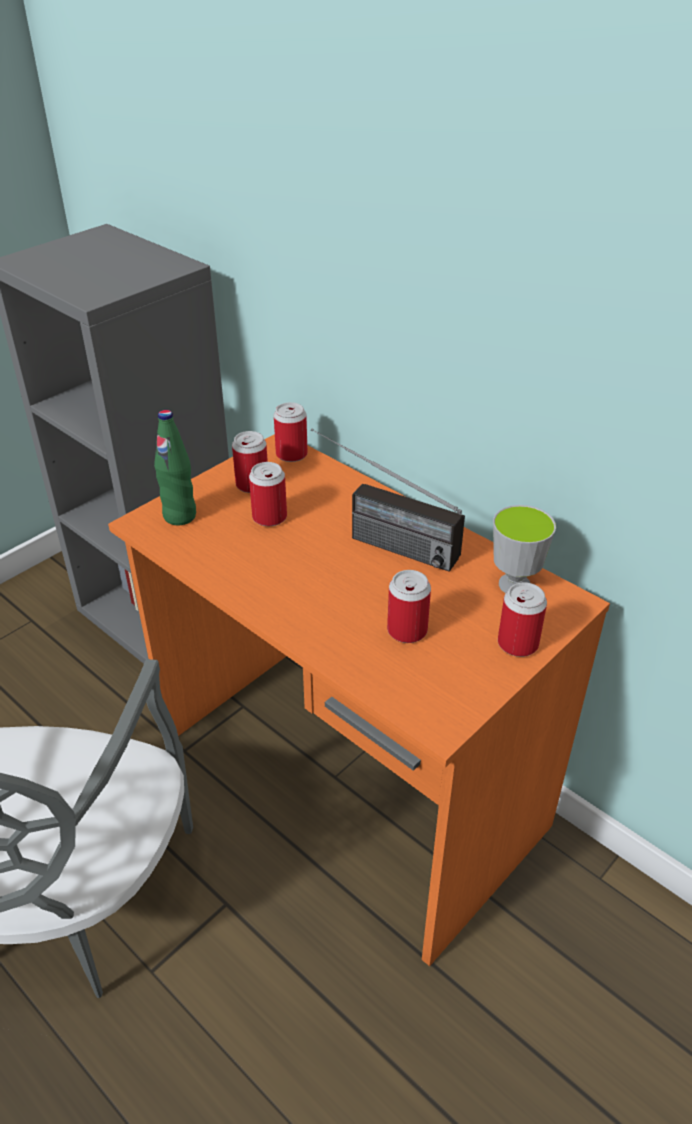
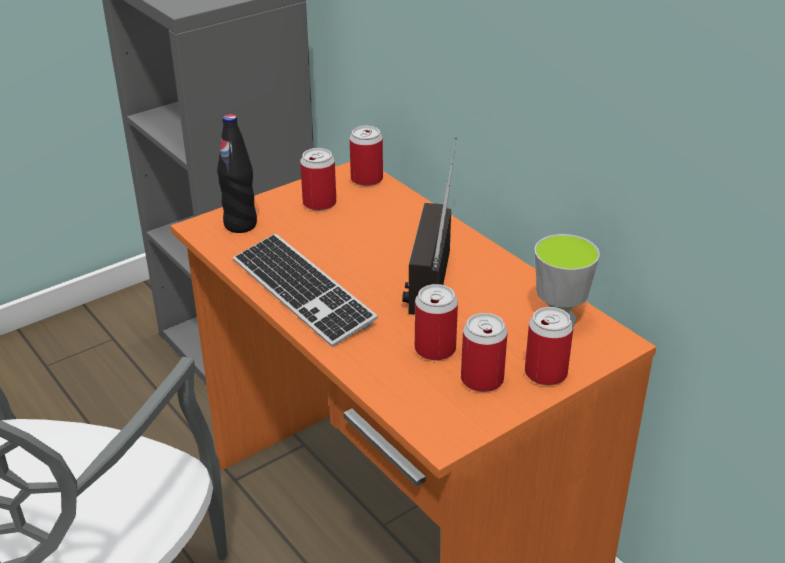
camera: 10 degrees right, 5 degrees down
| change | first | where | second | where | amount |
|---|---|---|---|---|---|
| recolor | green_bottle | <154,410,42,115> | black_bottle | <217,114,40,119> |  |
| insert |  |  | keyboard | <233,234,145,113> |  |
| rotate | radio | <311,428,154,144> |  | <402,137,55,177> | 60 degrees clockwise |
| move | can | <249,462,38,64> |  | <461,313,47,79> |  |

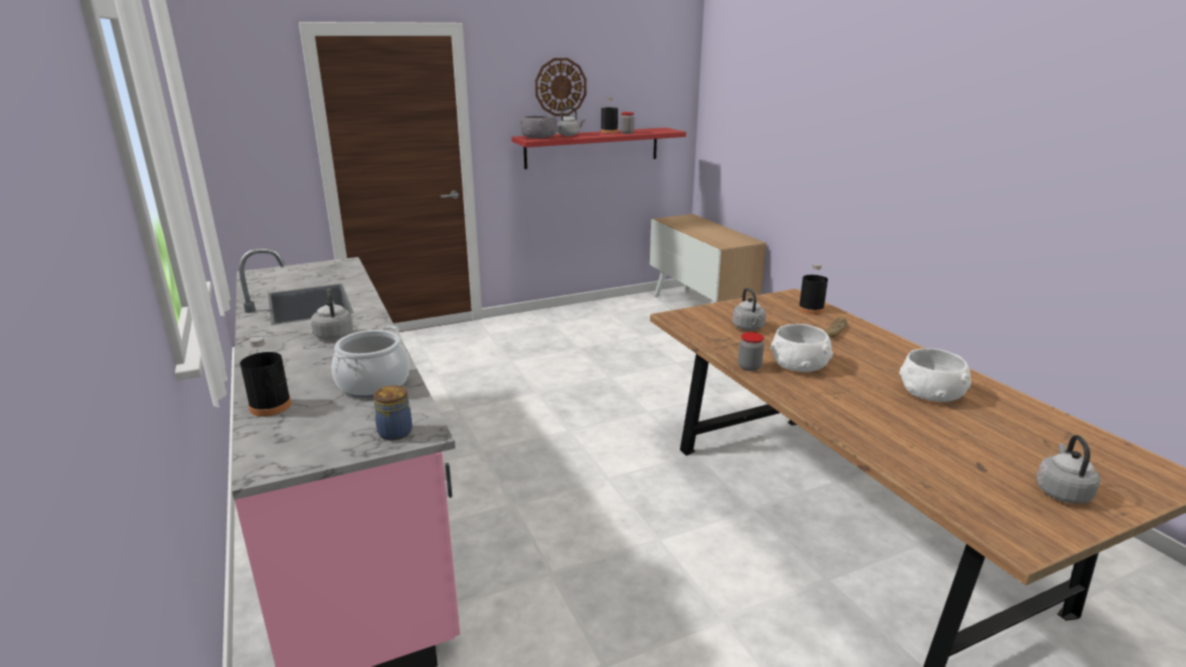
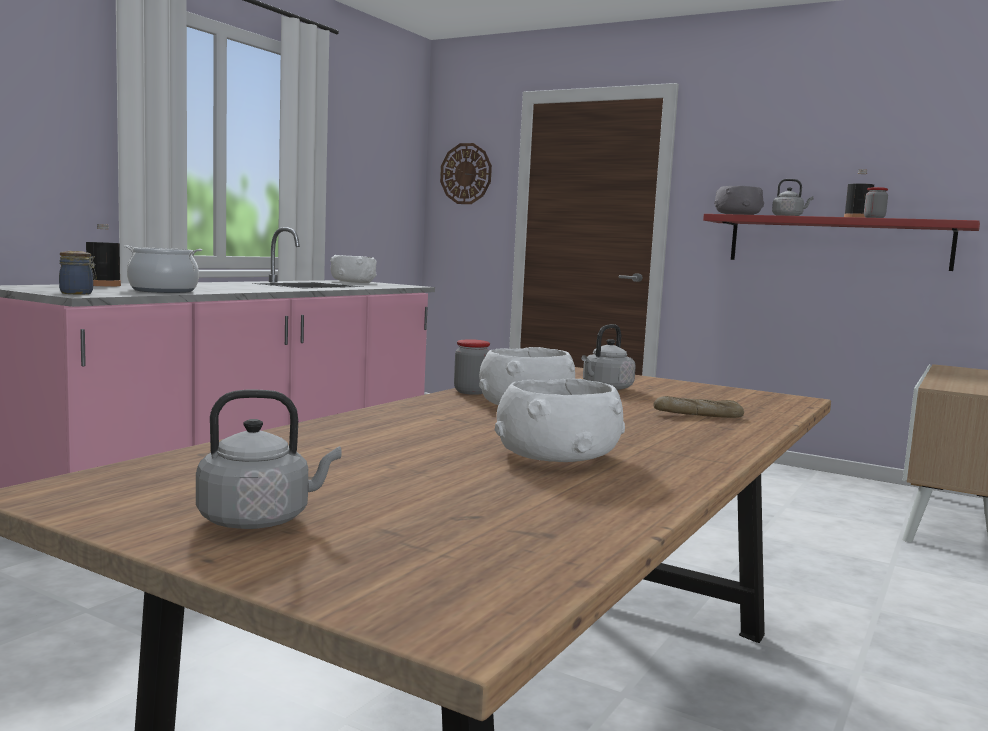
camera: 55 degrees right, 15 degrees down
| change | first | where | second | where | amount |
|---|---|---|---|---|---|
| insert |  |  | white_bowl | <330,255,47,28> |  |
| move | wall_clock | <535,58,51,58> |  | <440,143,52,61> |  |
| delete | grey_kettle | <311,289,42,51> |  |  |  |
| delete | black_bottle | <798,263,30,52> |  |  |  |

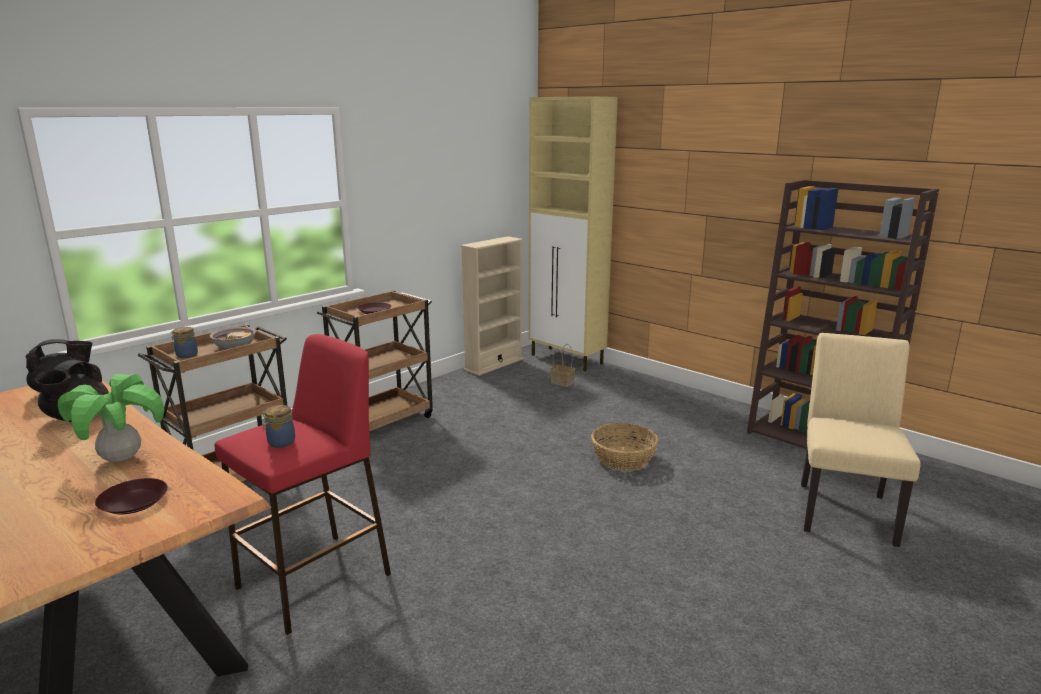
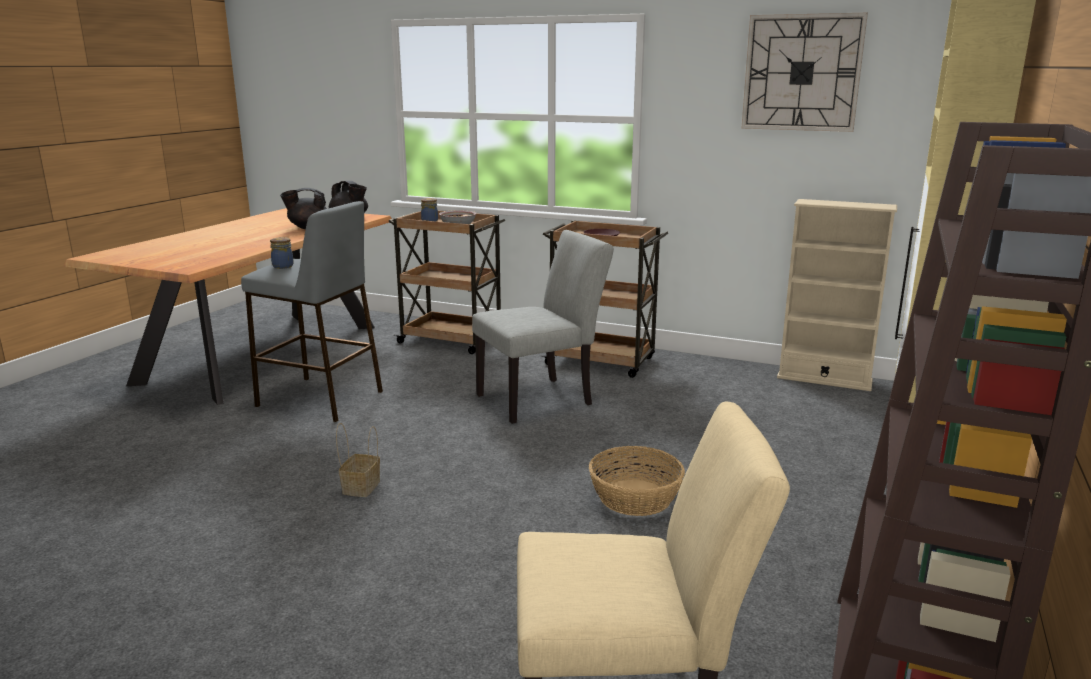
camera: 70 degrees right, 0 degrees up
| change | first | where | second | where | amount |
|---|---|---|---|---|---|
| recolor | red_stool | <215,334,176,301> | grey_stool | <241,201,142,221> |  |
| move | basket | <550,344,25,43> |  | <336,423,44,74> |  |
| insert |  |  | grey_chair | <472,230,142,194> |  |
| insert |  |  | wall_clock | <741,13,127,119> |  |
| delete | potted_plant | <58,374,106,88> |  |  |  |
| delete | brown_plate | <95,478,73,36> |  |  |  |

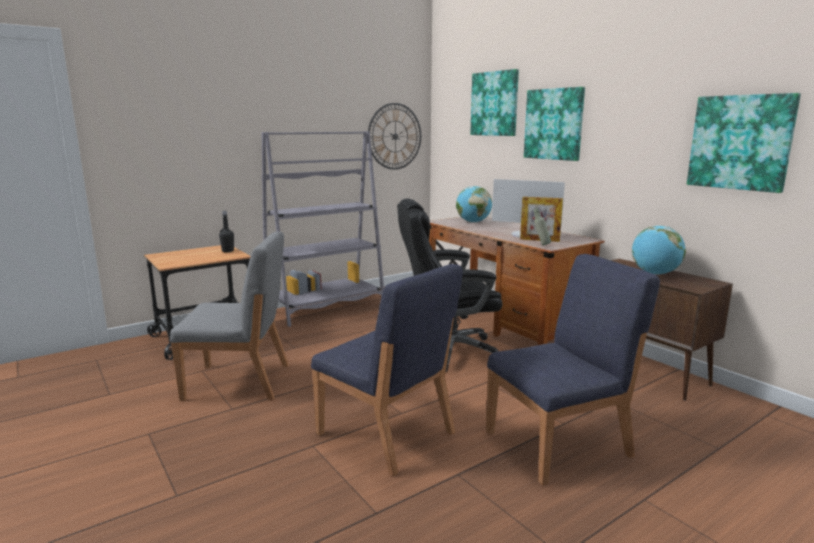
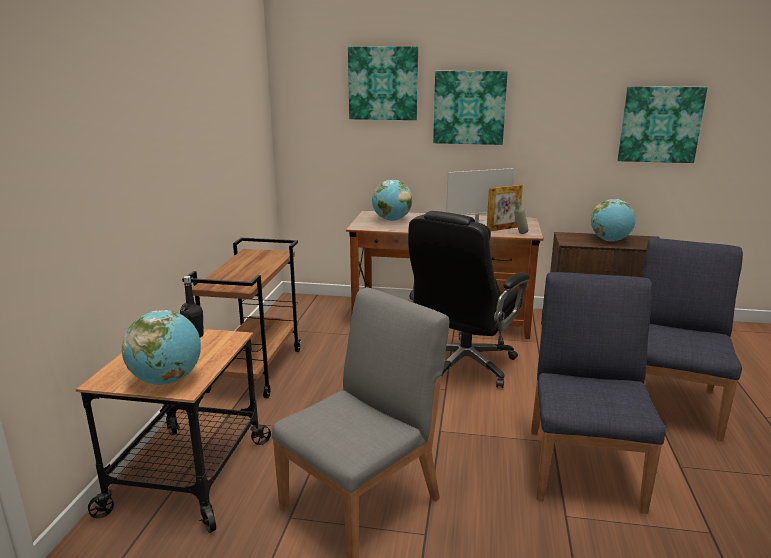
camera: 45 degrees left, 5 degrees up
| change | first | where | second | where | amount |
|---|---|---|---|---|---|
| insert |  |  | globe | <122,310,79,75> |  |
| replace | grey_bookcase | <262,131,122,196> | brown_cart | <182,238,119,160> |  |
| rotate | blue_chair | <311,264,152,212> |  | <531,272,135,242> | 75 degrees counterclockwise |
| delete | wall_clock | <368,103,53,67> |  |  |  |

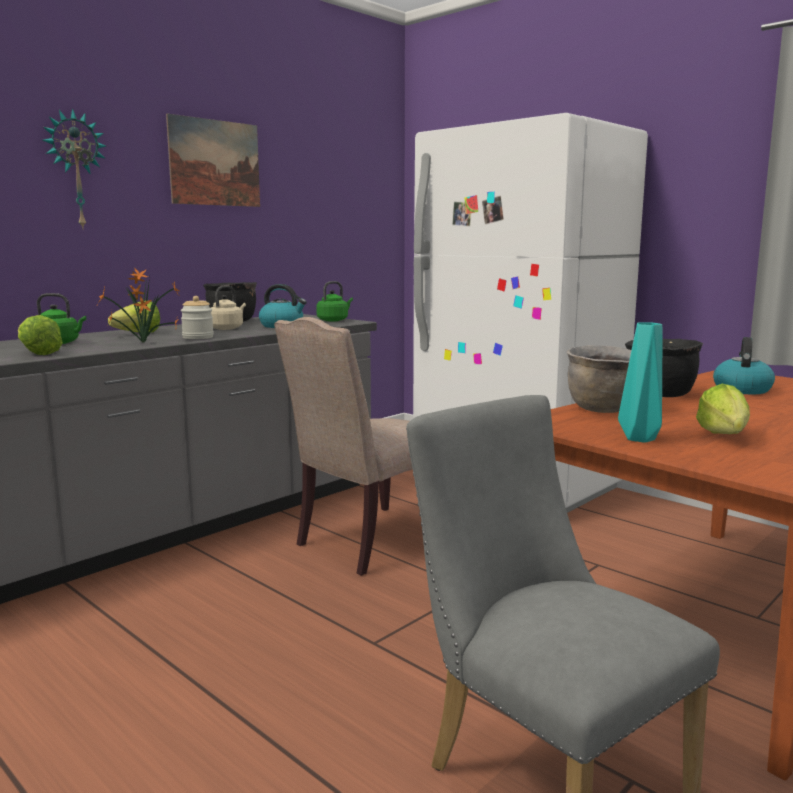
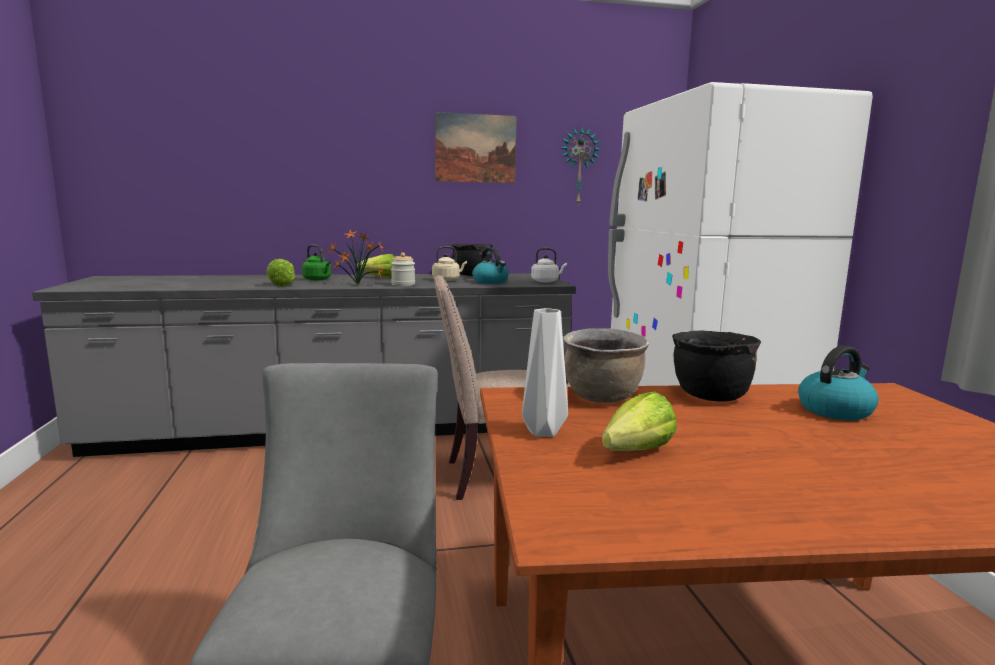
camera: 35 degrees right, 0 degrees up
| change | first | where | second | where | amount |
|---|---|---|---|---|---|
| recolor | turquoise_vase | <618,322,44,121> | white_vase | <522,308,46,129> |  |
| recolor | green_kettle | <316,281,37,41> | white_kettle | <531,248,36,35> |  |
| move | wall_clock | <42,109,64,119> |  | <561,127,40,78> |  |

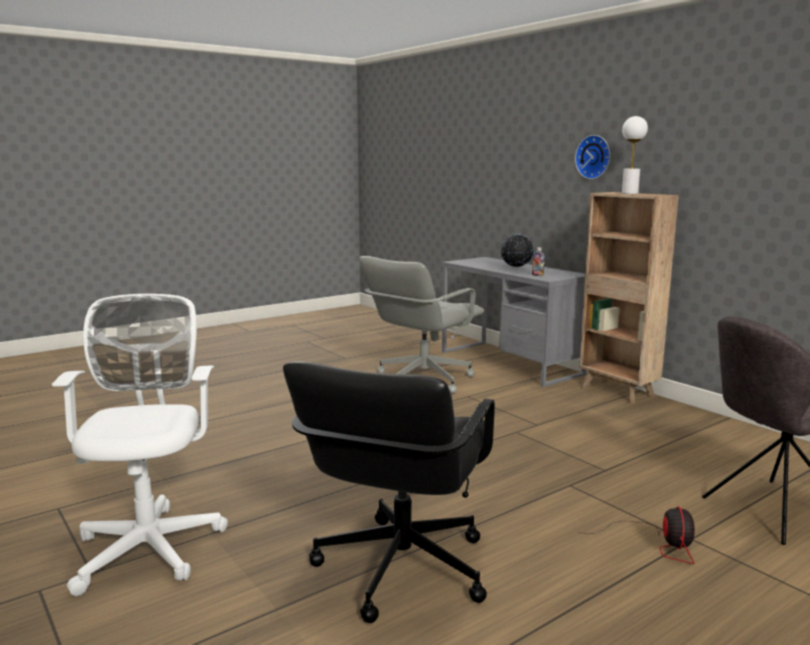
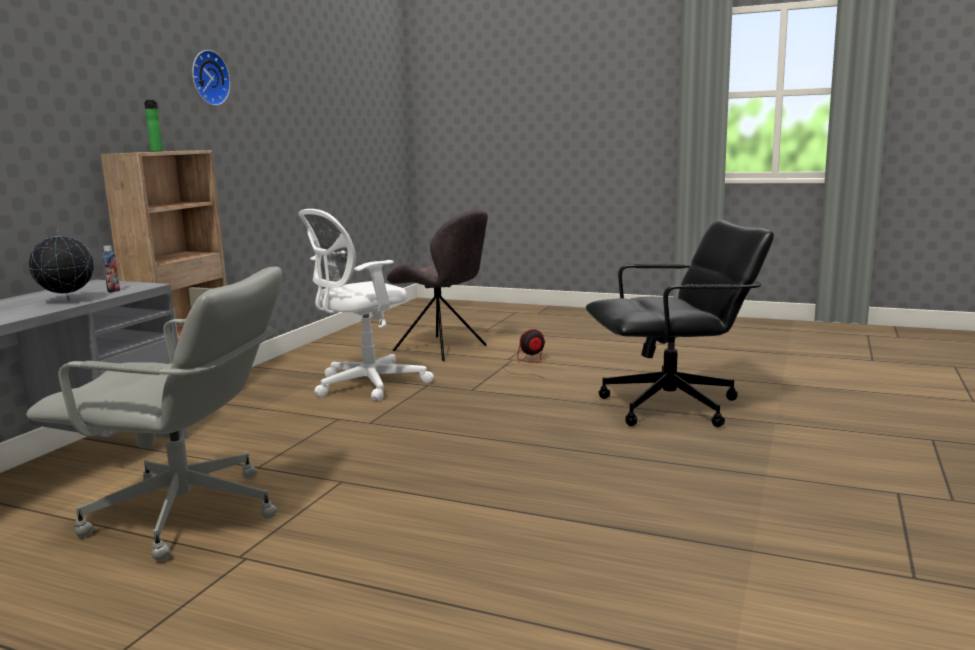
camera: 120 degrees left, 0 degrees up
| change | first | where | second | where | amount |
|---|---|---|---|---|---|
| replace | white_table_lamp | <622,116,26,78> | bottle | <144,99,19,53> |  |
| move | wall_clock | <575,135,35,44> |  | <192,50,39,56> |  |
| move | white_office_chair | <52,294,176,302> |  | <298,209,136,192> |  |

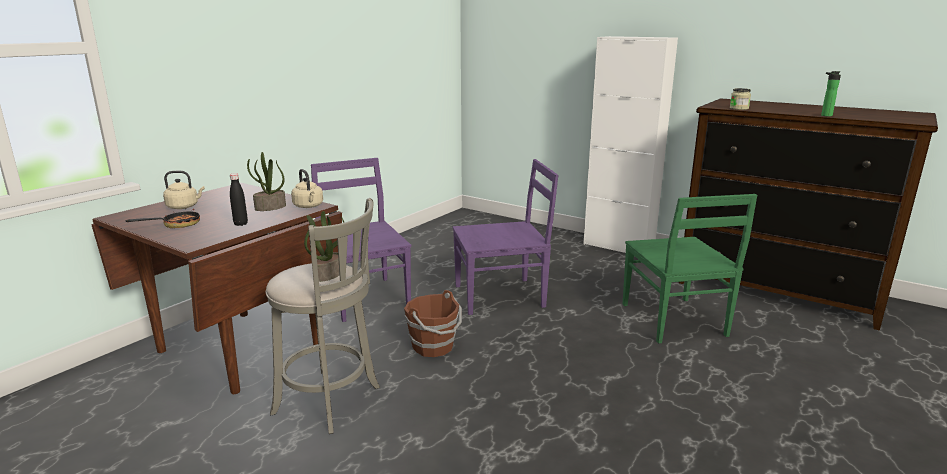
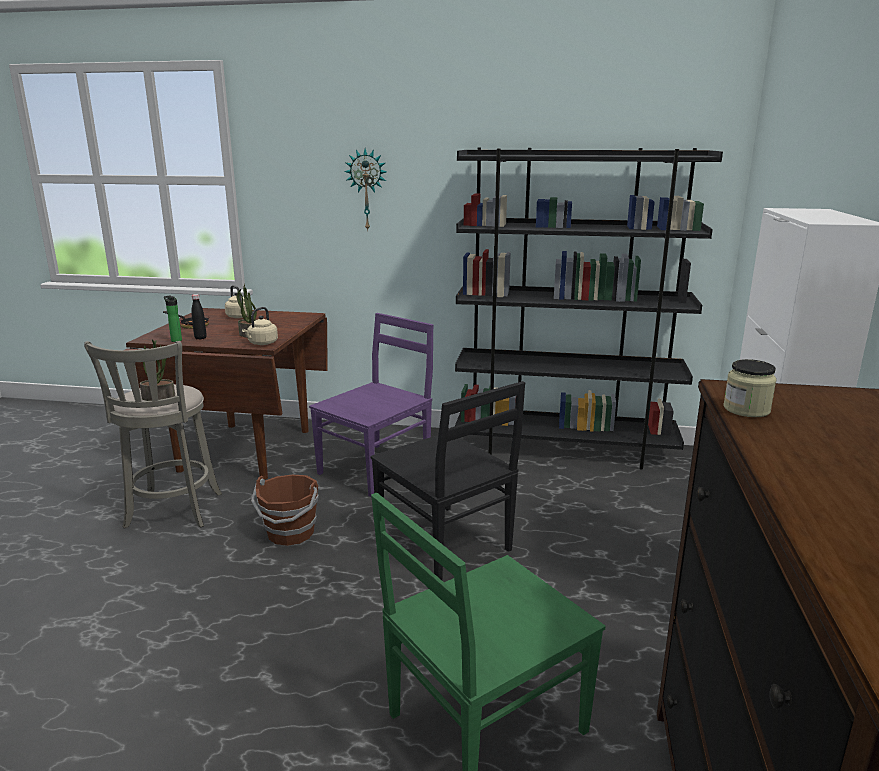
camera: 65 degrees right, 0 degrees up
| change | first | where | second | where | amount |
|---|---|---|---|---|---|
| move | bottle | <821,71,20,46> |  | <164,296,18,46> |  |
| insert |  |  | wall_clock | <344,148,43,84> |  |
| recolor | purple_chair | <453,159,106,156> | black_chair | <371,381,154,199> |  |
| insert |  |  | black_bookcase | <455,148,268,322> |  |

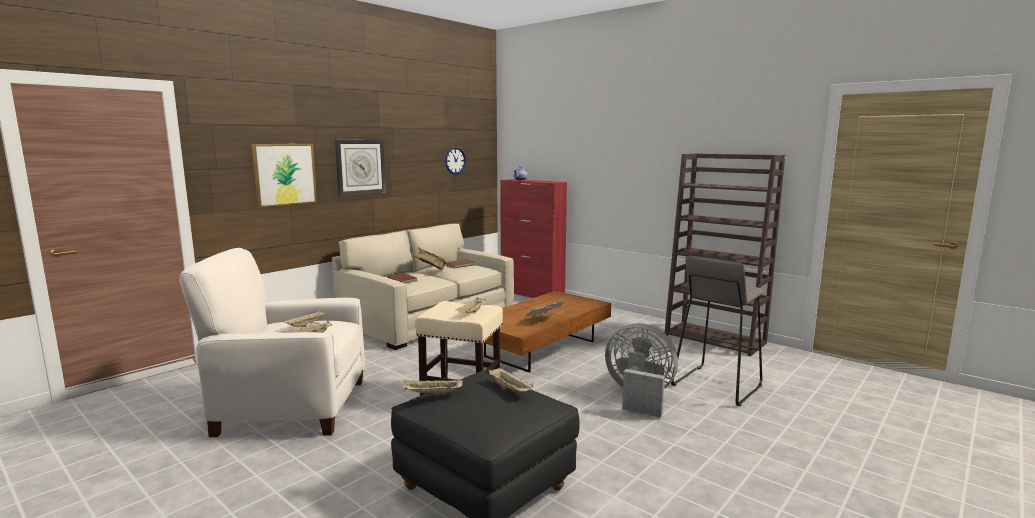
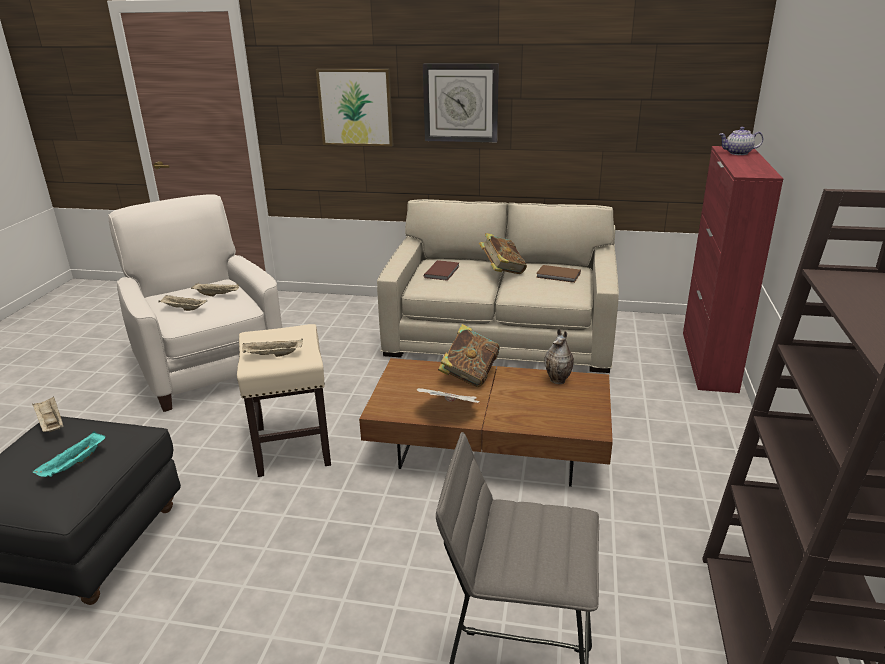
camera: 60 degrees right, 15 degrees up
| change | first | where | second | where | amount |
|---|---|---|---|---|---|
| recolor | beige_tray | <489,368,44,24> | turquoise_tray | <32,431,74,46> |  |
| insert |  |  | book | <438,324,62,63> |  |
| insert |  |  | vase | <544,328,30,56> |  |
| delete | wall_clock | <445,147,21,28> |  |  |  |
| delete | grey_fan | <605,323,73,95> |  |  |  |

